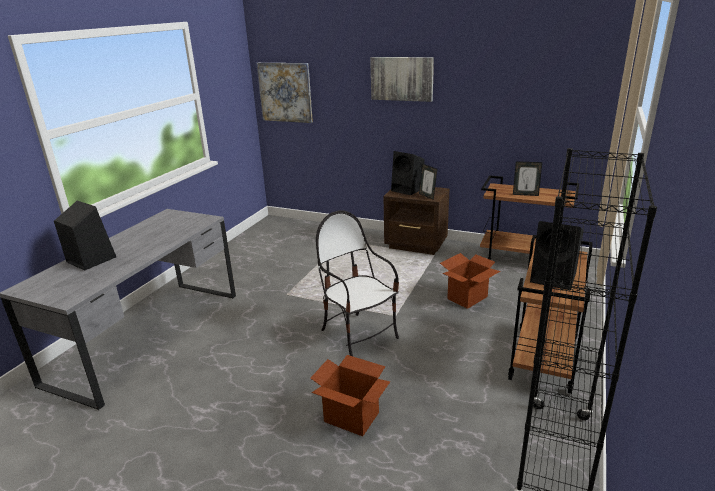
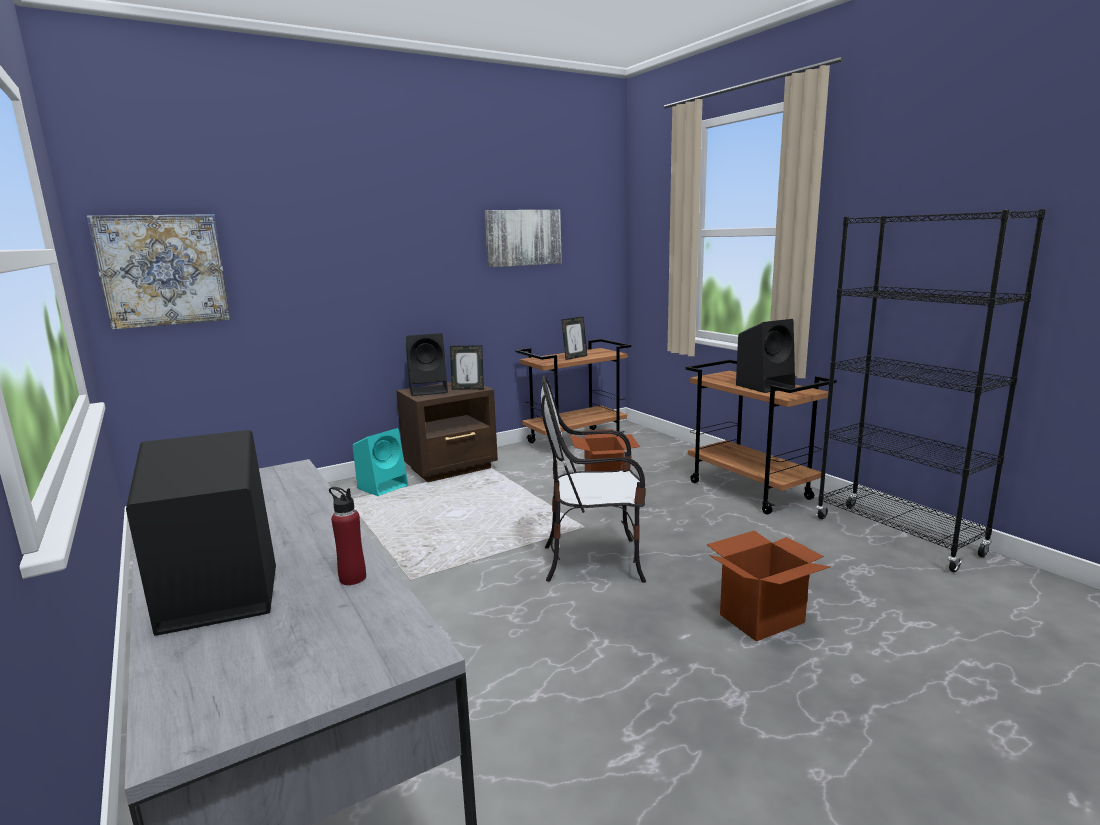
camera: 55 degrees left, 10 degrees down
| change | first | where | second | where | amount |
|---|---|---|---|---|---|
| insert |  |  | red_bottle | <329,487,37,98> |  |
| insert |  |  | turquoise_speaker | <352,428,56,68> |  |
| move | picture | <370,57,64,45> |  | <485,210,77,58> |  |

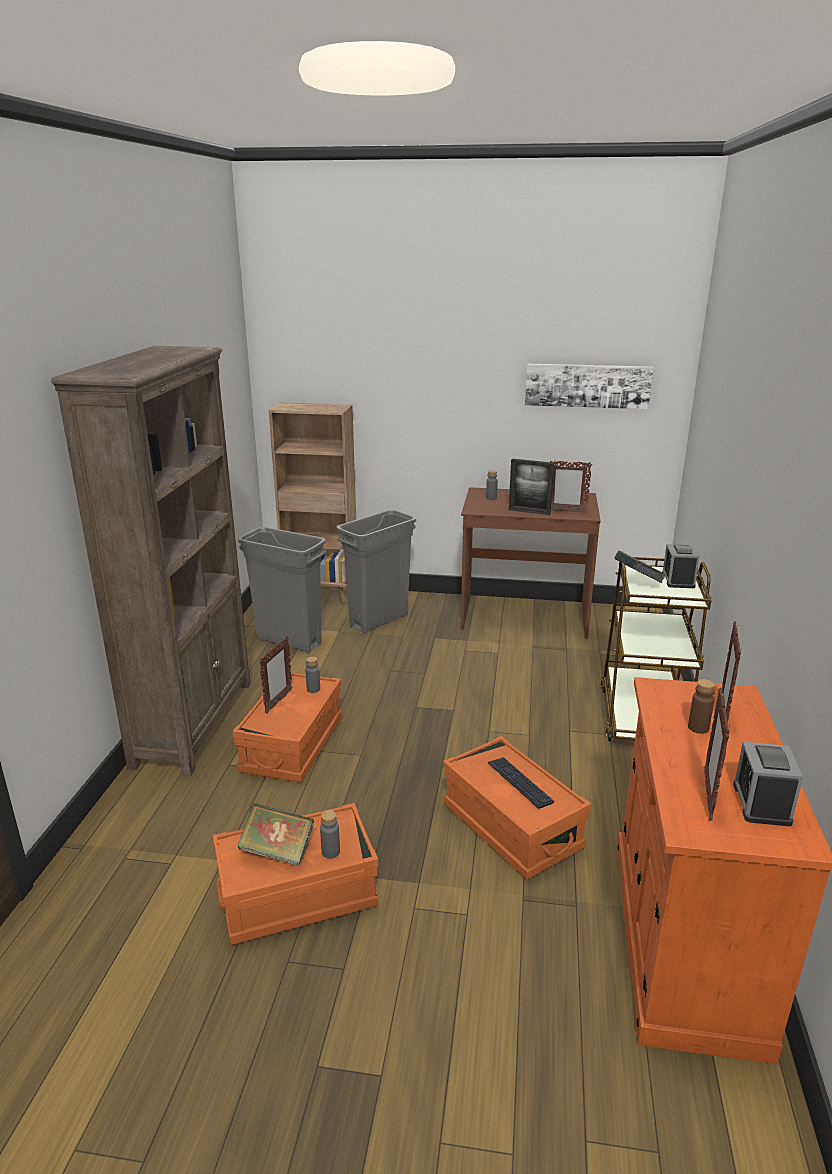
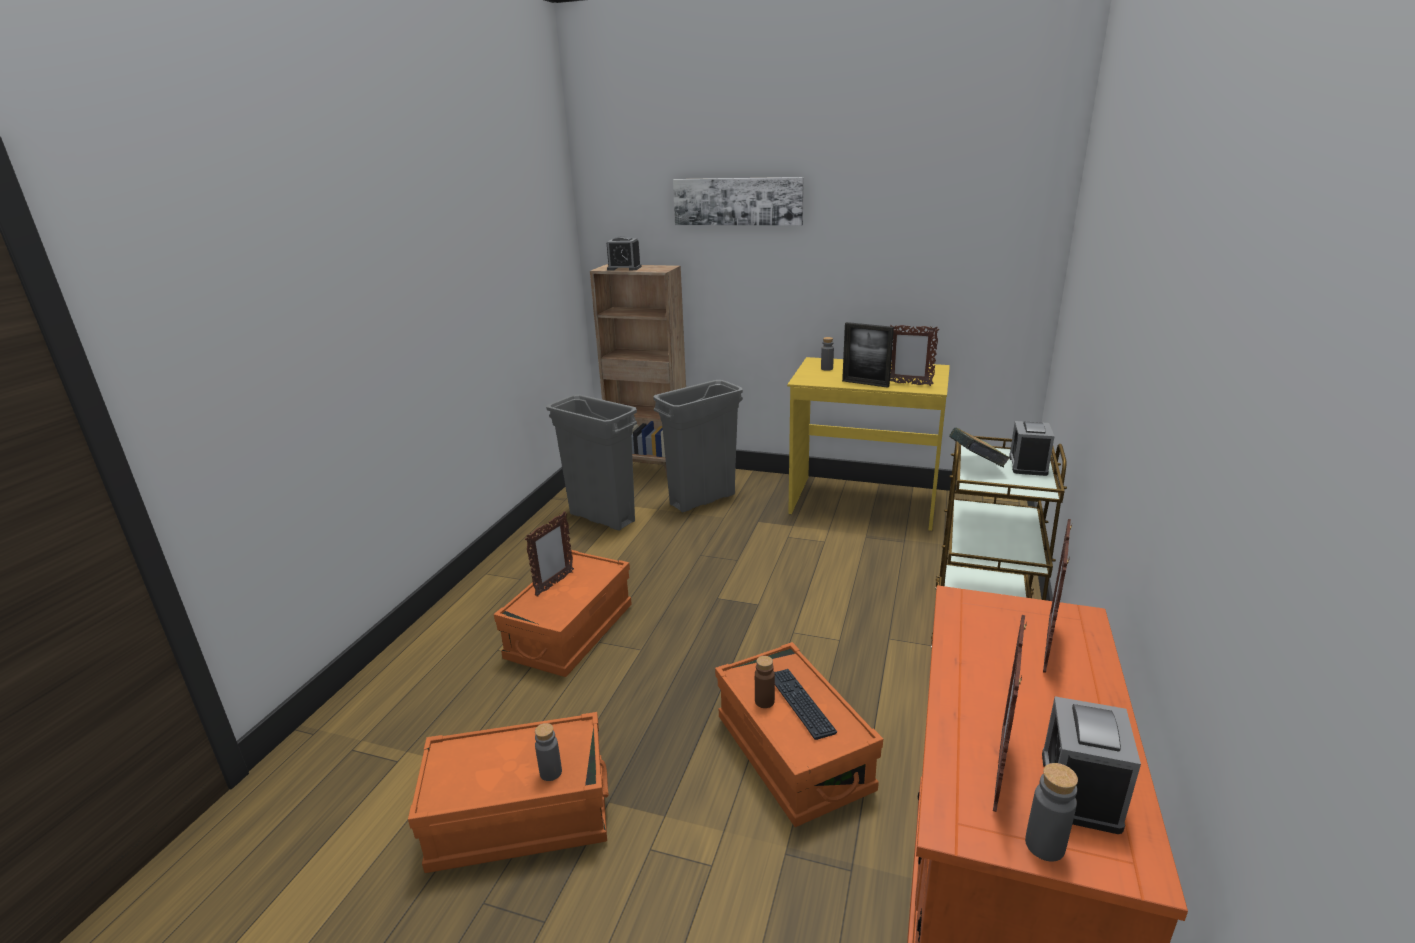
camera: 10 degrees right, 0 degrees up
| change | first | where | second | where | amount |
|---|---|---|---|---|---|
| insert |  |  | alarm_clock | <607,236,35,34> |  |
| move | picture | <525,364,129,45> |  | <673,177,131,49> |  |
| move | brown_bottle | <688,679,27,55> |  | <755,656,20,52> |  |
| recolor | brown_desk | <460,487,141,152> | yellow_desk | <787,357,163,174> |  |
| move | grey_bottle | <305,656,15,37> |  | <1025,763,53,99> |  |
| delete | brown_bookcase | <51,346,200,430> |  |  |  |
| delete | book | <237,803,77,63> |  |  |  |

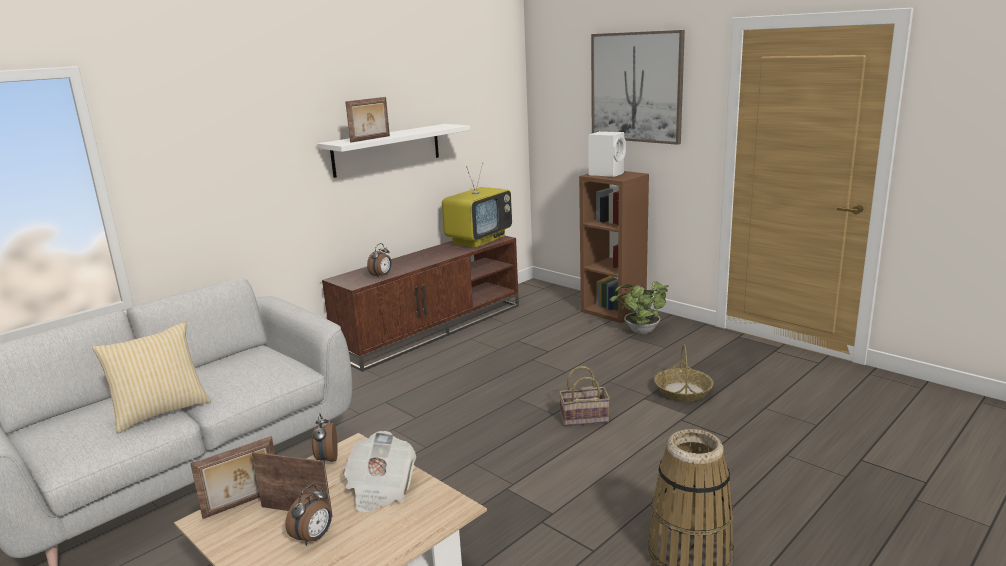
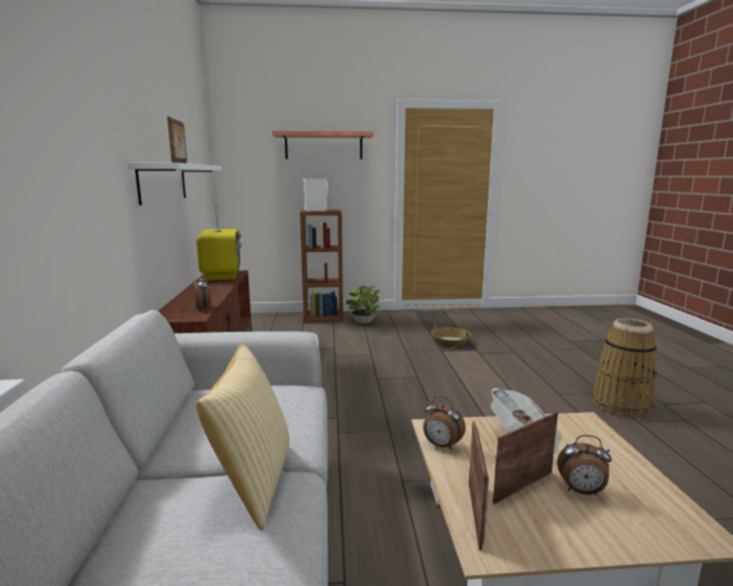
camera: 50 degrees left, 5 degrees down
| change | first | where | second | where | amount |
|---|---|---|---|---|---|
| replace | picture | <591,30,94,115> | shelf | <272,131,102,28> |  |
| rotate | alarm_clock | <285,485,47,61> |  | <557,435,55,60> | 120 degrees clockwise |
| delete | basket | <559,366,51,61> |  |  |  |

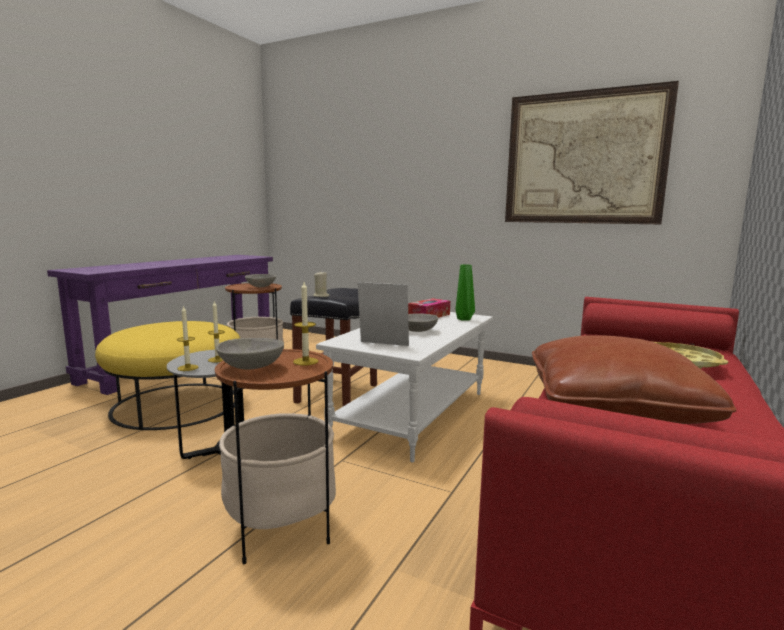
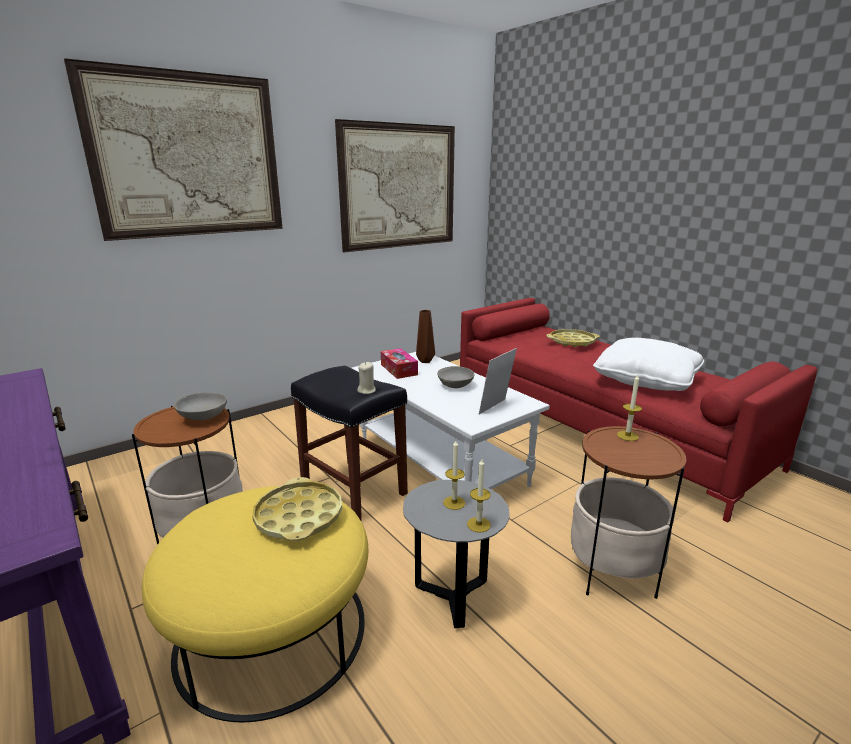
camera: 65 degrees left, 10 degrees up
| change | first | where | second | where | amount |
|---|---|---|---|---|---|
| insert |  |  | picture | <64,58,219,183> |  |
| insert |  |  | yellow_tray | <252,477,90,64> |  |
| recolor | green_vase | <456,264,19,57> | brown_vase | <416,310,19,53> |  |
| recolor | brown_pillow | <532,335,205,89> | white_pillow | <593,338,111,53> |  |
| delete | grey_bowl | <216,338,68,32> |  |  |  |

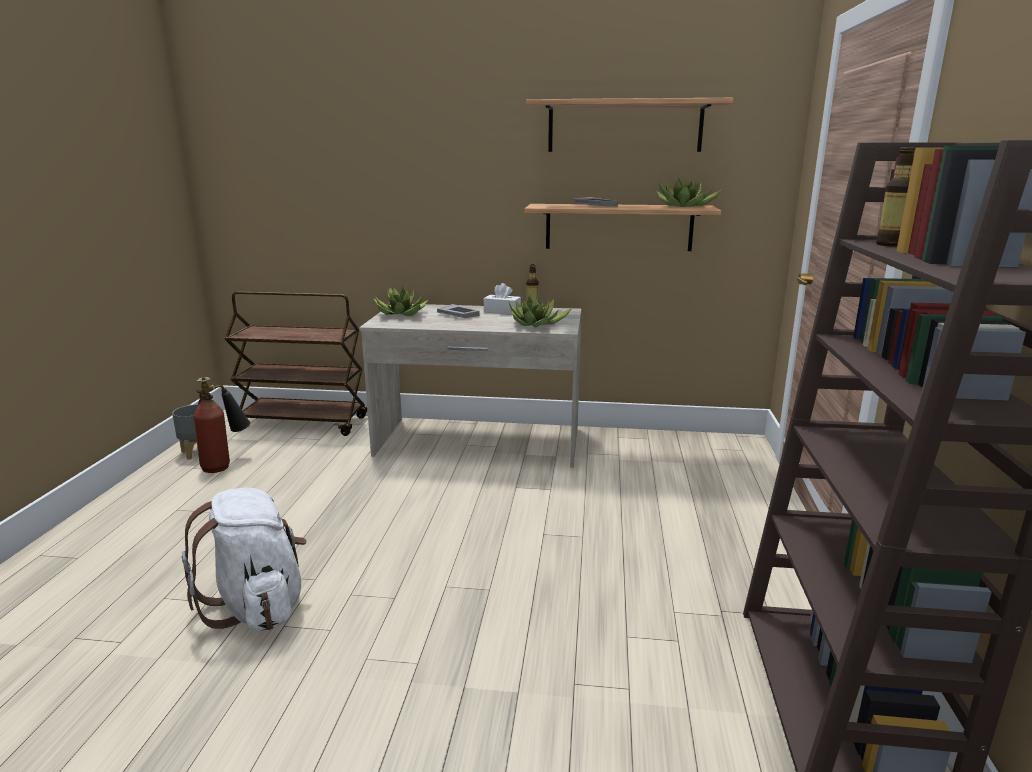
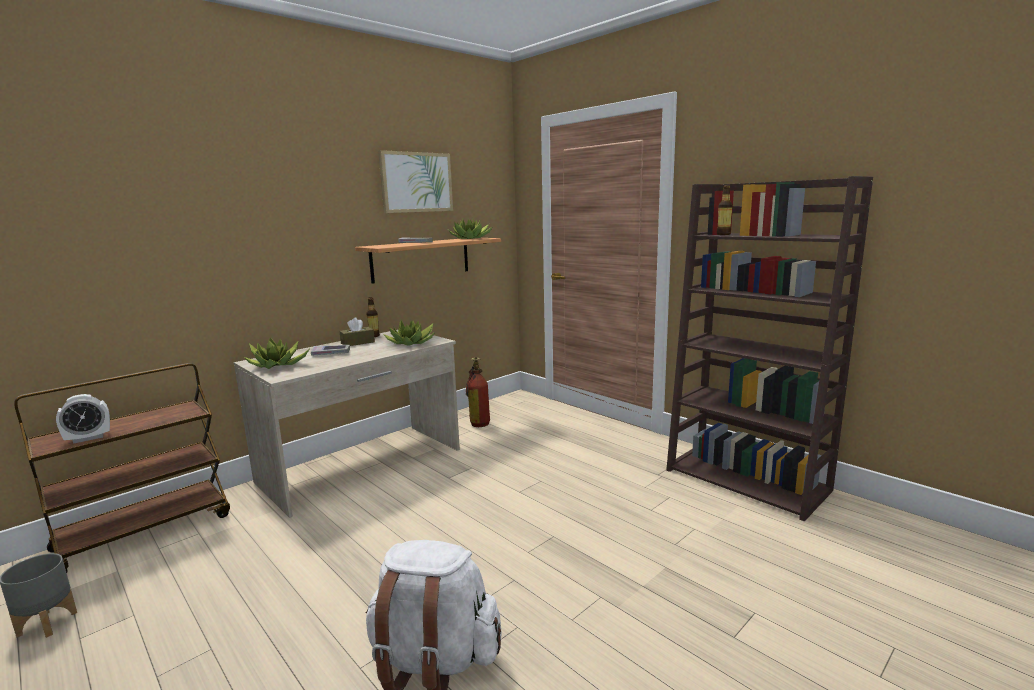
camera: 50 degrees left, 5 degrees down
| change | first | where | second | where | amount |
|---|---|---|---|---|---|
| insert |  |  | alarm_clock | <56,394,54,50> |  |
| recolor | white_tissue_box | <484,283,37,32> | brown_tissue_box | <340,317,35,29> |  |
| replace | shelf | <526,98,207,54> | picture | <378,150,75,63> |  |
| move | fire_extinguisher | <193,377,57,96> |  | <466,357,24,70> |  |

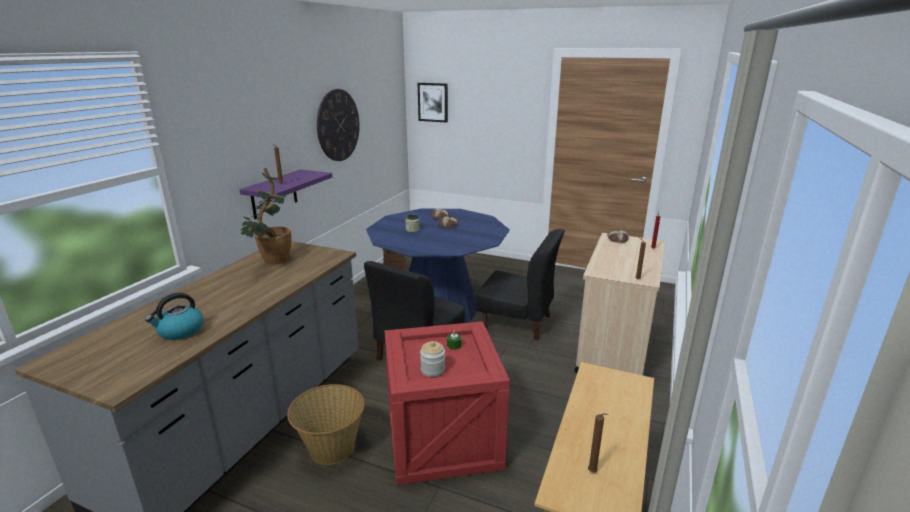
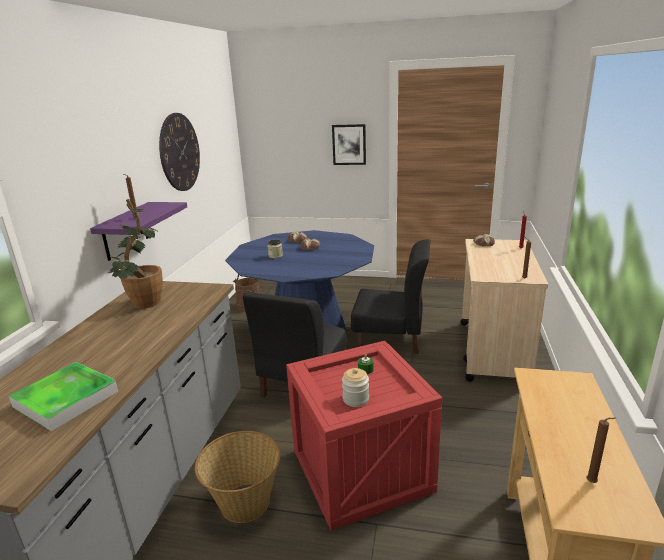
camera: 10 degrees left, 0 degrees up
| change | first | where | second | where | amount |
|---|---|---|---|---|---|
| replace | kettle | <145,293,58,47> | tray | <9,362,109,69> |  |
| move | picture | <418,83,30,40> |  | <332,124,34,41> |  |

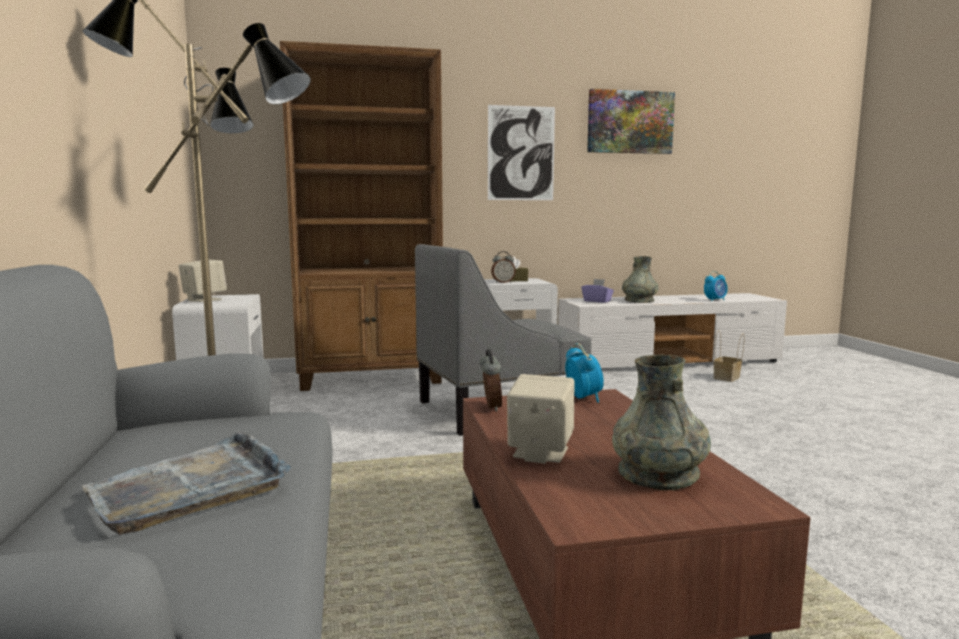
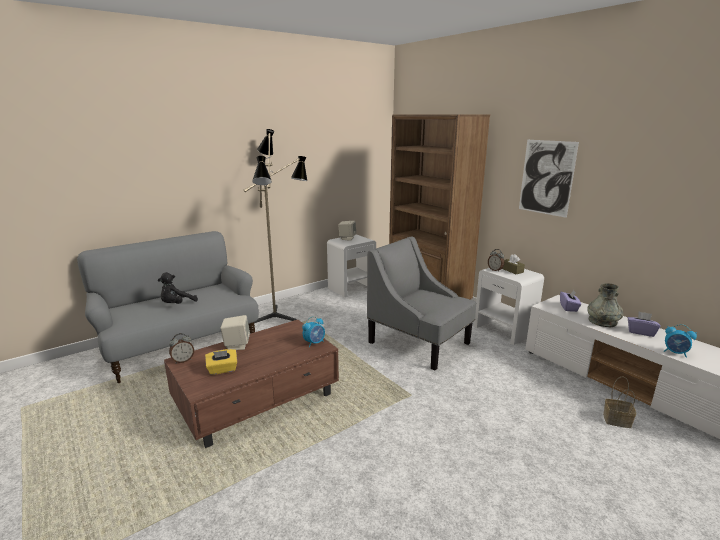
camera: 65 degrees right, 10 degrees up
| change | first | where | second | where | amount |
|---|---|---|---|---|---|
| replace | grey_tray | <82,431,209,104> | black_plush_toy | <158,272,40,32> |  |
| move | alarm_clock | <480,349,22,63> |  | <169,333,25,30> |  |
| replace | grey_vase | <612,354,99,137> | yellow_tissue_box | <205,349,32,26> |  |
| insert |  |  | purple_tissue_box | <628,312,33,25> |  |
| delete | picture | <587,89,88,65> |  |  |  |

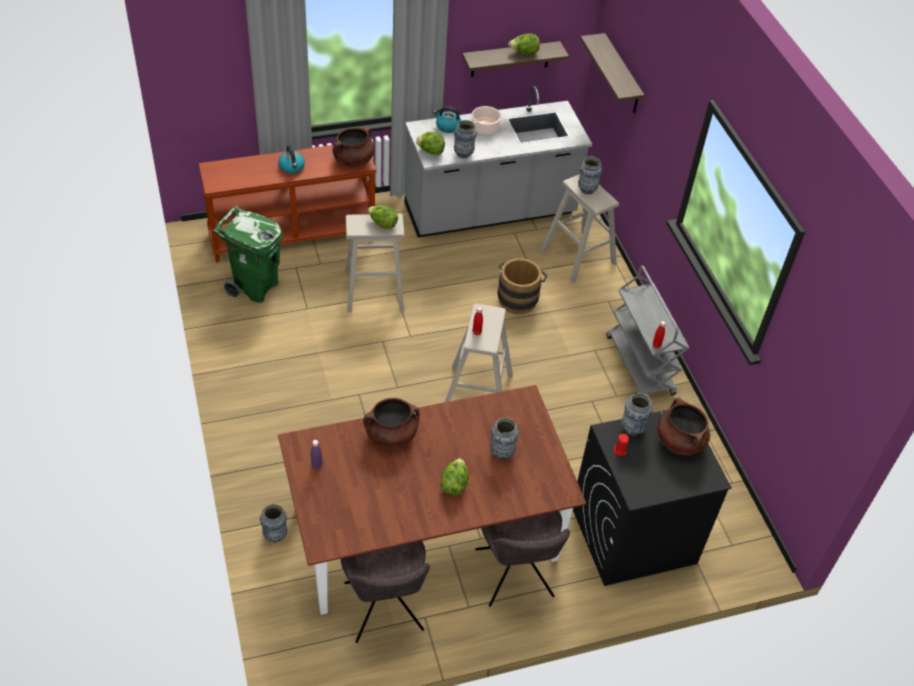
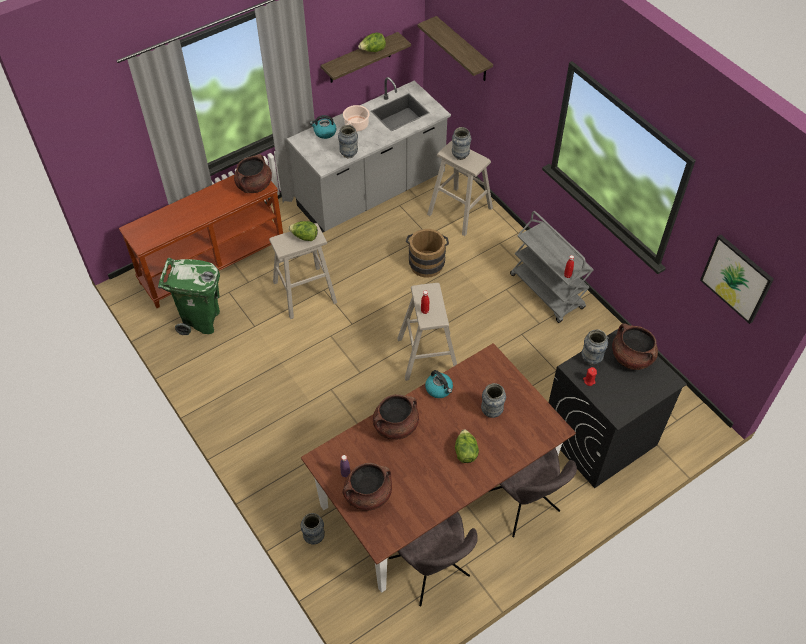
camera: 15 degrees left, 5 degrees up
| change | first | where | second | where | amount |
|---|---|---|---|---|---|
| insert |  |  | brown_cooking_pot | <343,463,49,48> |  |
| move | kettle | <278,145,27,29> |  | <425,370,28,28> |  |
| insert |  |  | picture | <700,234,74,90> |  |
| delete | lettuce | <416,132,29,23> |  |  |  |

